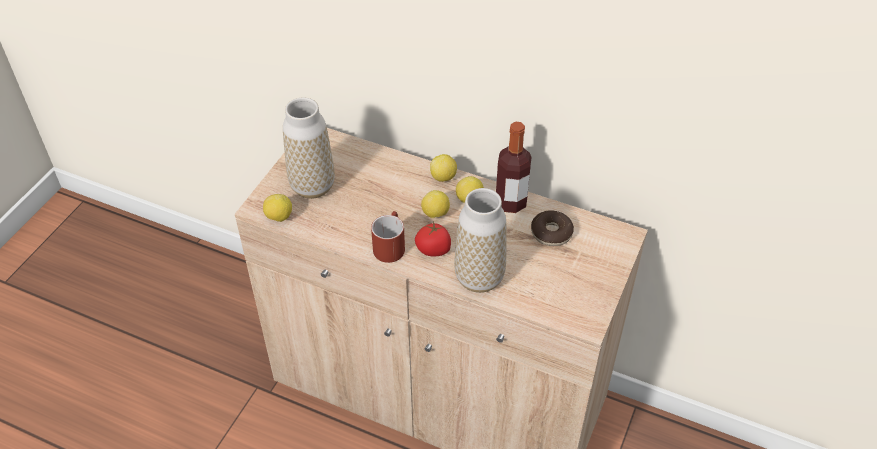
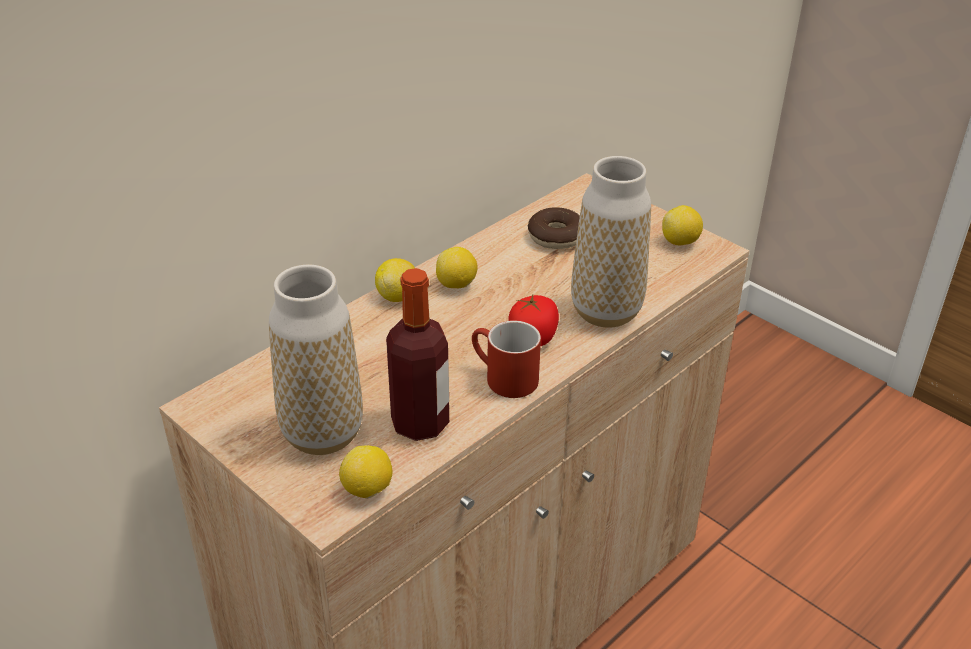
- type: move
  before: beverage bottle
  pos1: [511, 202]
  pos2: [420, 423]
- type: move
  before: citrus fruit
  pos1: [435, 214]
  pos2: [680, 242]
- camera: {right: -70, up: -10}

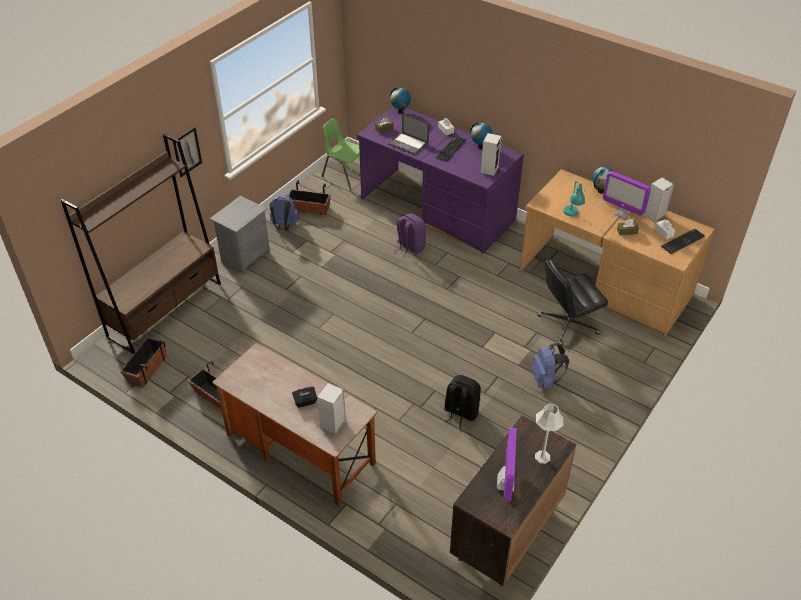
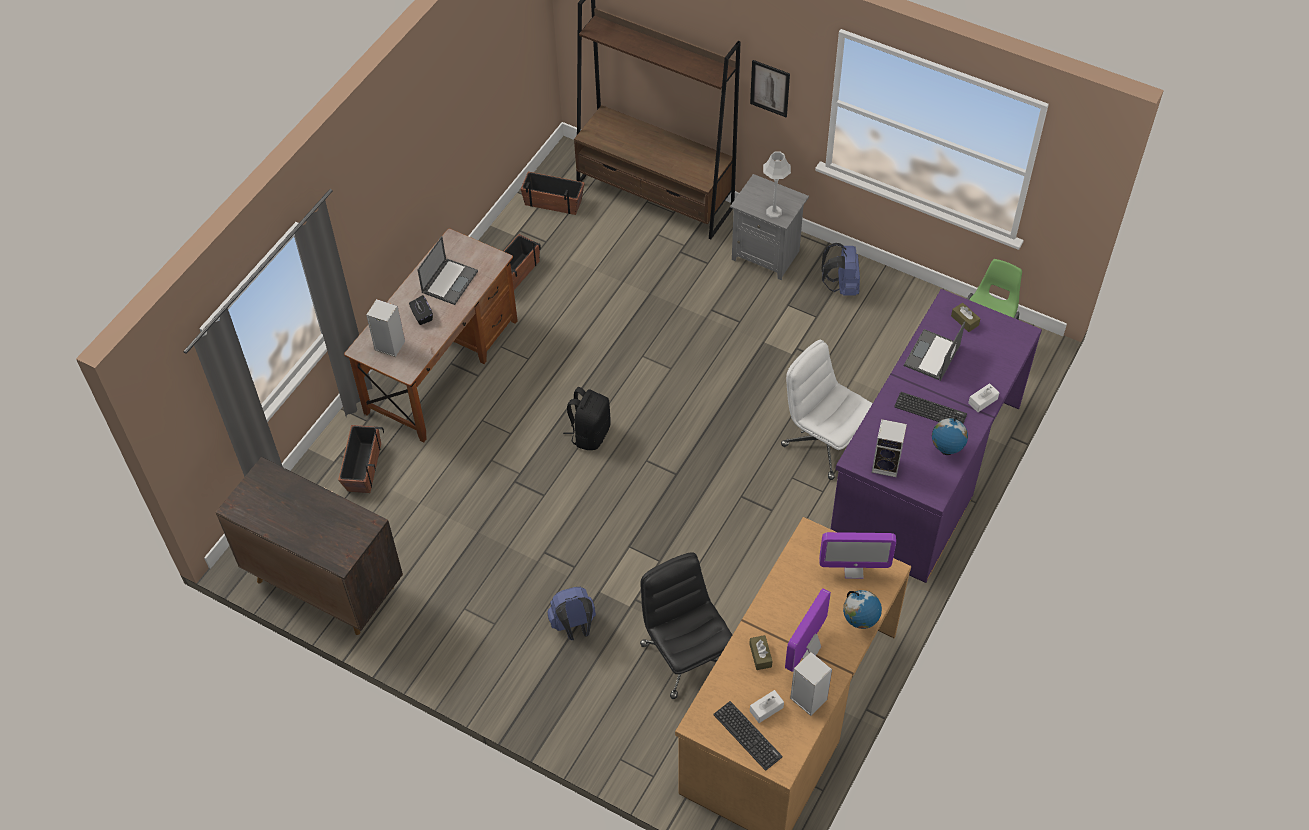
- type: move
  before: plant pot
  pos1: [309, 209]
  pos2: [363, 467]
- type: insert
  after: laptop
  pos2: [450, 281]
- type: move
  before: knapsack (blackish)
  pos1: [460, 412]
  pos2: [590, 434]
- type: move
  before: lamp for a table (greyish)
  pos1: [542, 457]
  pos2: [774, 212]
- type: replace
  before: knapsack (purple)
  after: desk chair (white-coloured)
  pos1: [410, 247]
  pos2: [825, 442]
- type: move
  before: computer display
  pos1: [505, 484]
  pos2: [853, 569]
- type: delete
  before: world globe
  pos1: [400, 111]
- type: delete
  before: lamp for a table (turquoise-coloured)
  pos1: [572, 215]
- camera: {right: 85, up: 10}

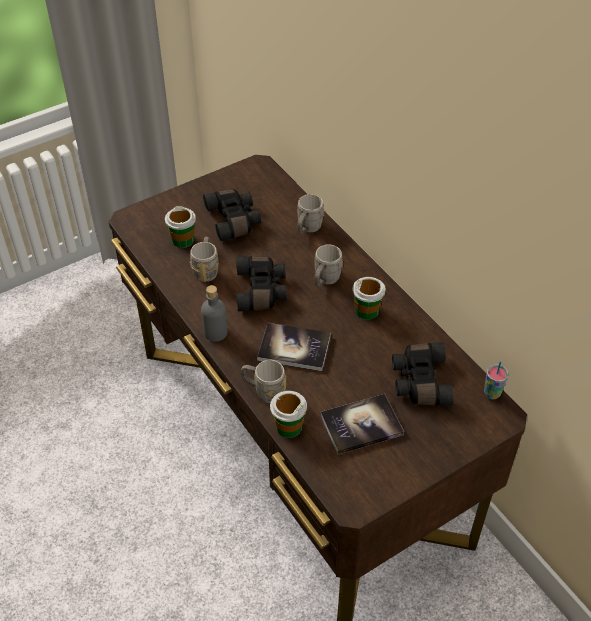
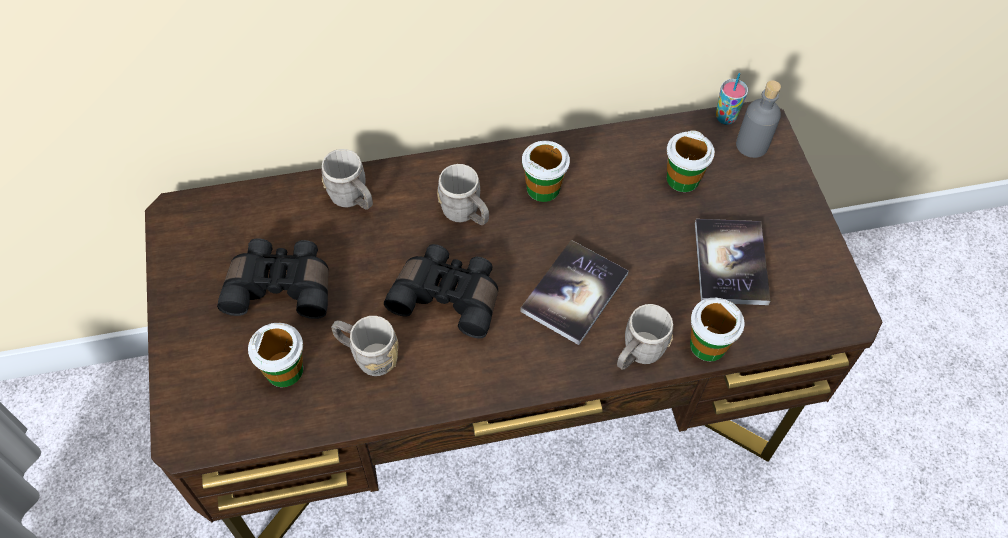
- type: replace
  before: binoculars (blackish)
  after: cup
  pos1: [419, 381]
  pos2: [682, 179]
- type: move
  before: beverage bottle (greyish)
  pos1: [215, 332]
  pos2: [752, 145]
- camera: {right: -70, up: 10}

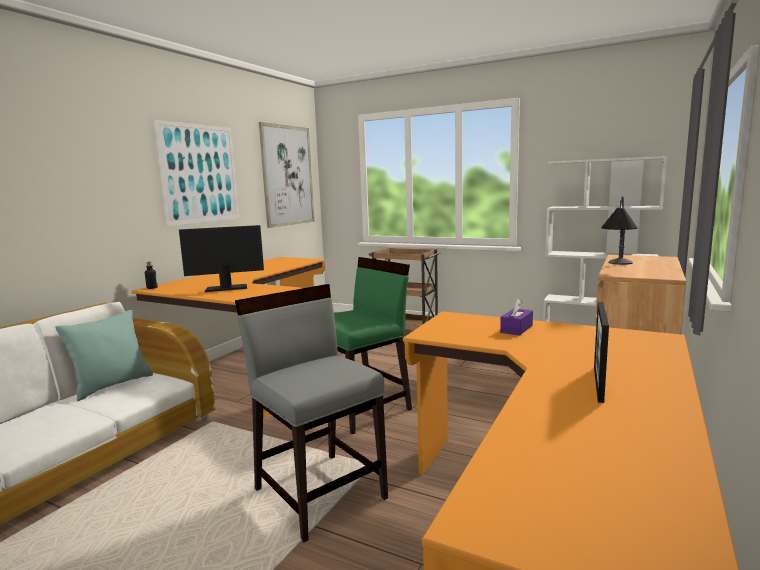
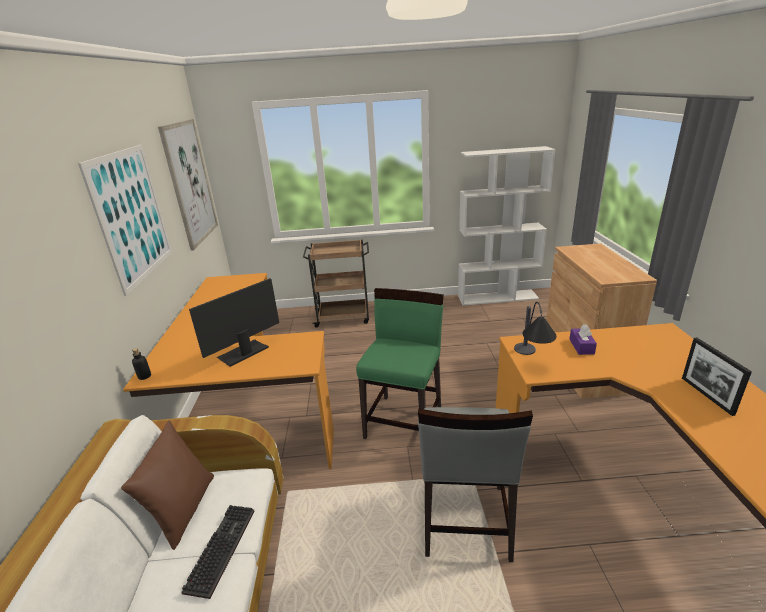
- type: recolor
  before: cushion (turquoise-coloured)
  after: cushion (brown-coloured)
  pos1: [112, 385]
  pos2: [183, 510]
- type: insert
  after: keyboard
  pos2: [220, 547]
- type: rotate
  before: plain chair (greyish)
  pos1: [320, 492]
  pos2: [464, 520]
  turn: -105
- type: move
  before: lamp for a table
  pos1: [618, 266]
  pos2: [531, 361]
- camera: {right: -30, up: 15}

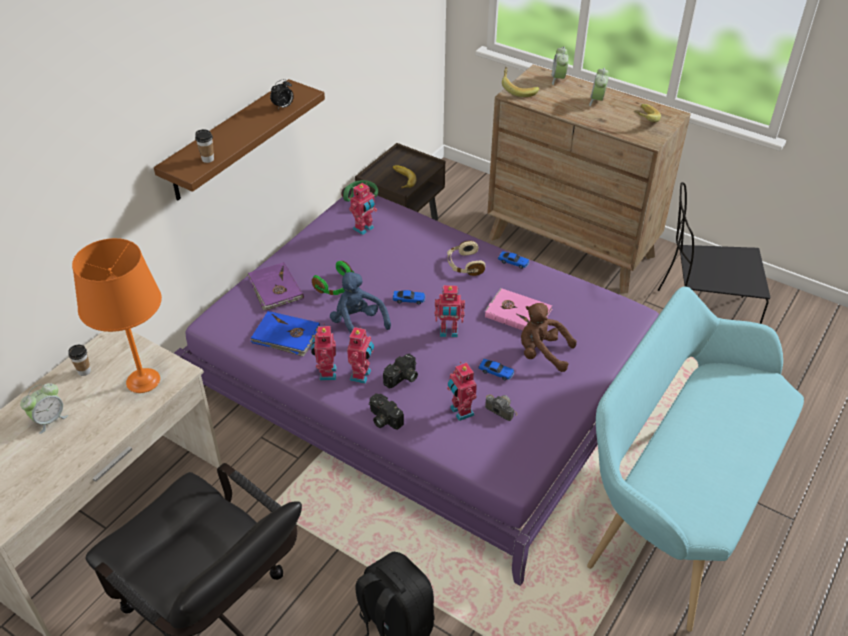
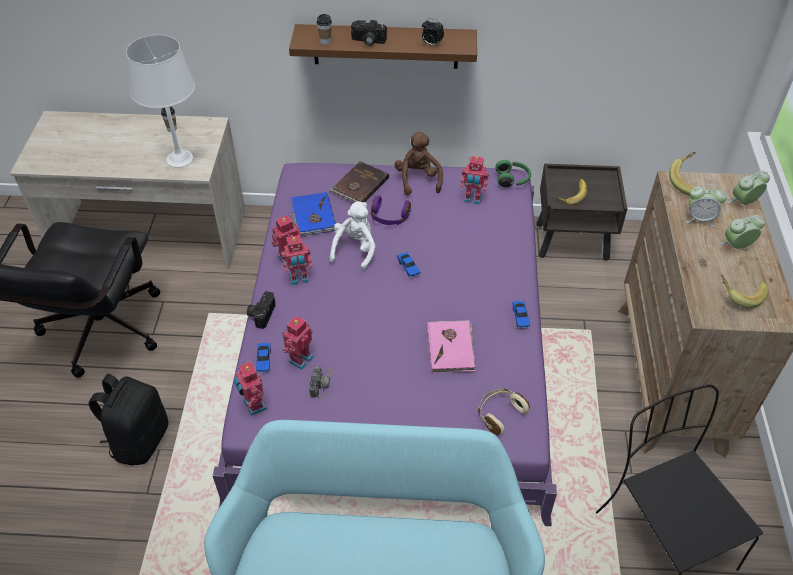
- type: recolor
  before: lamp for a table (orange)
  after: lamp for a table (white-coloured)
  pos1: [142, 380]
  pos2: [180, 158]
- type: move
  before: model robot
  pos1: [448, 332]
  pos2: [253, 406]
- type: move
  before: miniature car
  pos1: [496, 372]
  pos2: [264, 360]
- type: recolor
  before: book (purple)
  after: book (brown-coloured)
  pos1: [275, 289]
  pos2: [359, 185]
- type: recolor
  before: plush toy (blue)
  after: plush toy (white-coloured)
  pos1: [358, 324]
  pos2: [355, 250]
- type: move
  before: photo camera
  pos1: [402, 378]
  pos2: [367, 41]
- type: recolor
  before: headphones (green-coloured)
  after: headphones (purple)
  pos1: [337, 286]
  pos2: [389, 217]
- type: move
  before: plush toy (brown-coloured)
  pos1: [542, 353]
  pos2: [418, 179]
- type: move
  before: headphones (beige)
  pos1: [464, 265]
  pos2: [499, 413]
- type: move
  before: alarm clock
  pos1: [49, 420]
  pos2: [699, 219]
- camera: {right: 60, up: 5}

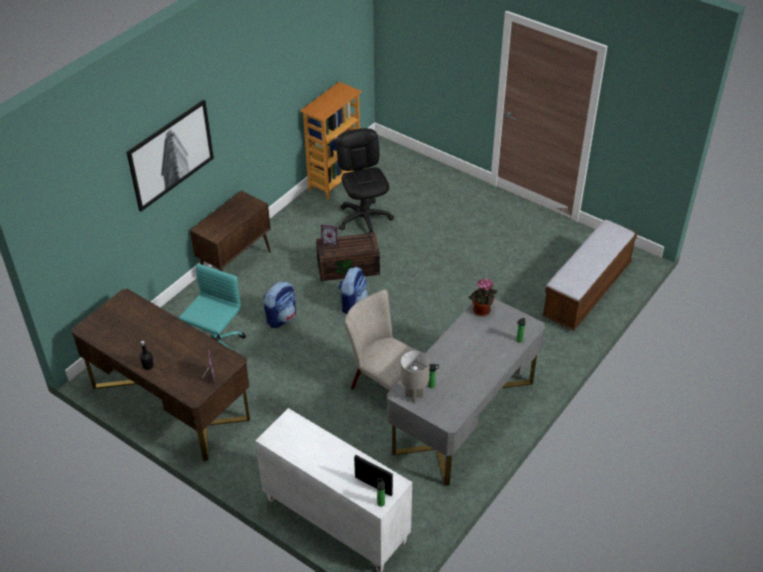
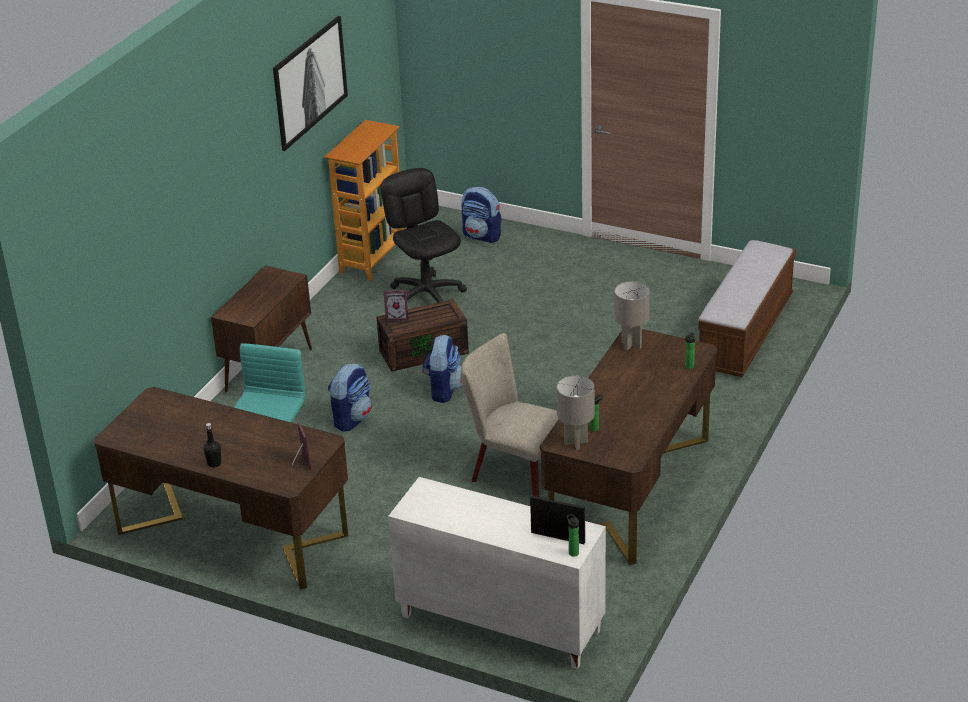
- type: move
  before: picture
  pos1: [171, 154]
  pos2: [310, 82]
- type: insert
  after: knapsack
  pos2: [482, 236]
- type: recolor
  before: desk unit (greyish)
  after: desk unit (brown-coloured)
  pos1: [464, 416]
  pos2: [630, 488]
- type: replace
  before: potted plant
  after: lamp for a table (greyish)
  pos1: [481, 312]
  pos2: [631, 345]
- camera: {right: -10, up: -10}

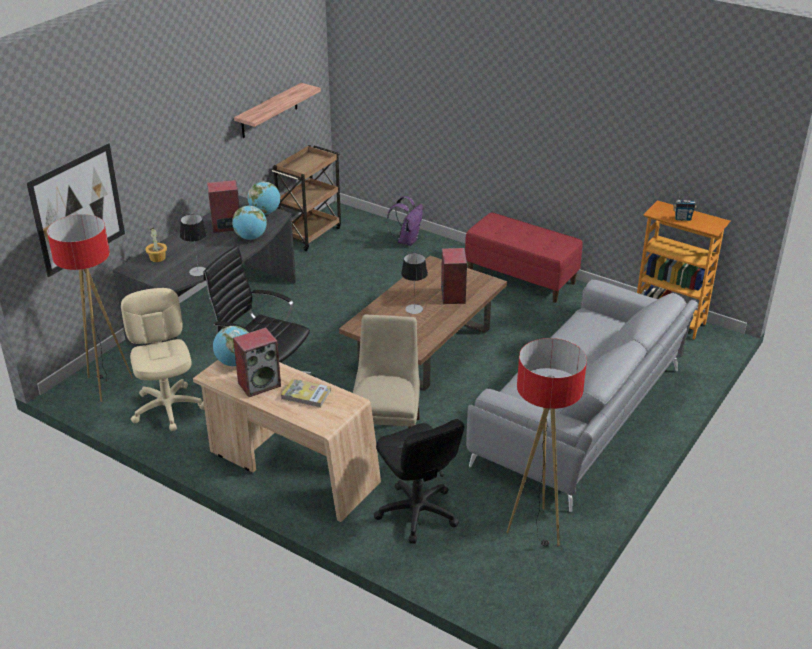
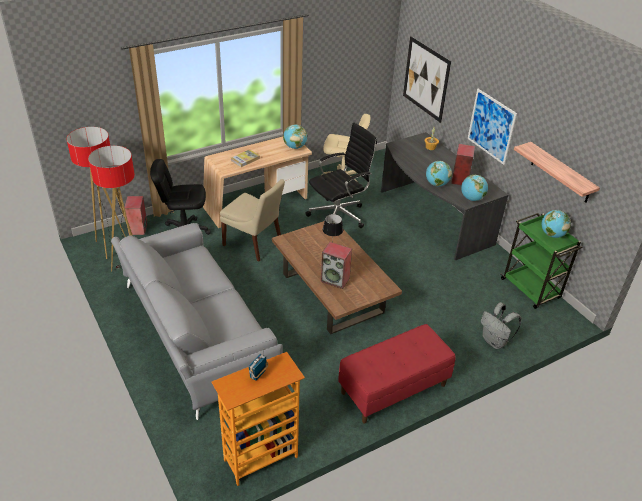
- type: move
  before: standing lamp
  pos1: [107, 385]
  pos2: [110, 247]
- type: move
  before: audio speaker
  pos1: [259, 384]
  pos2: [138, 228]
- type: insert
  after: picture
  pos2: [491, 126]
- type: recolor
  before: knapsack (purple)
  after: knapsack (greyish)
  pos1: [407, 240]
  pos2: [495, 341]
- type: recolor
  before: wheeled cart (brown-coloured)
  after: wheeled cart (green-coloured)
  pos1: [310, 233]
  pos2: [531, 289]
- type: insert
  after: world globe
  pos2: [552, 235]
- type: delete
  before: lamp for a table
  pos1: [198, 271]
- camera: {right: 115, up: 5}

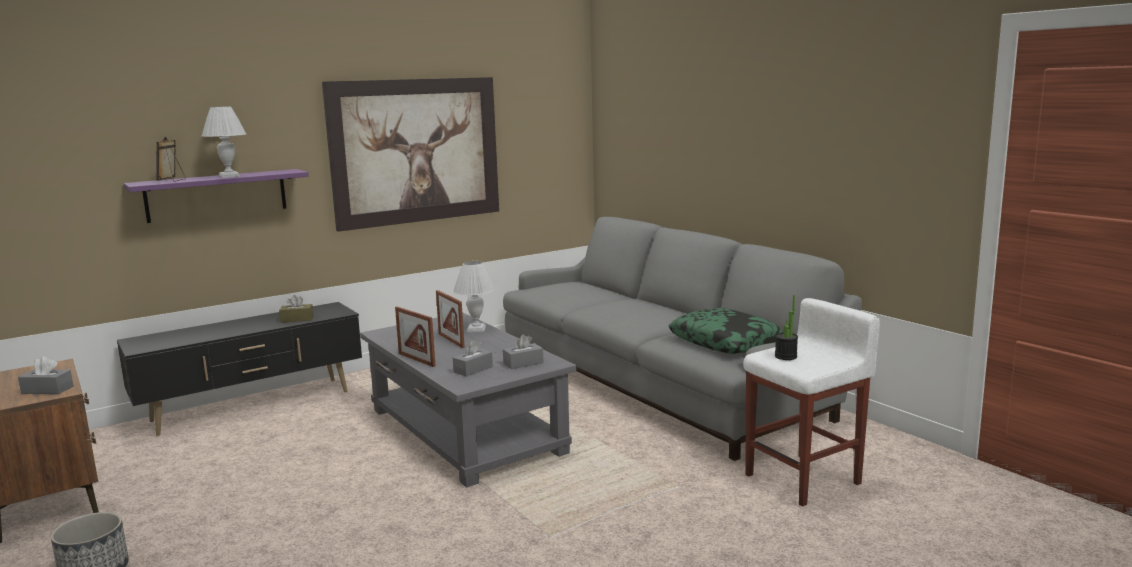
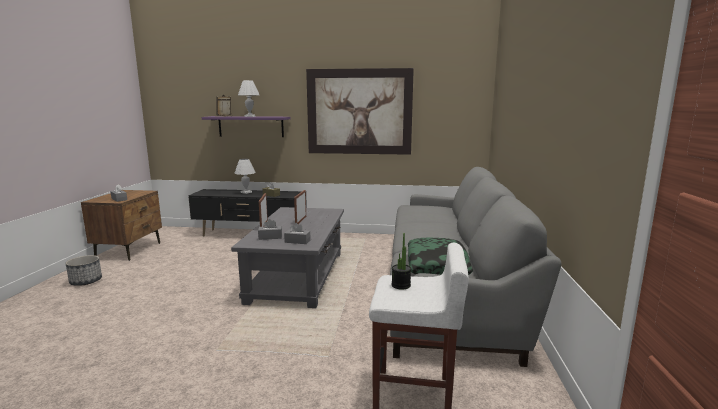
- type: move
  before: lamp for a table (white-coloured)
  pos1: [476, 329]
  pos2: [246, 192]
- camera: {right: 40, up: 0}

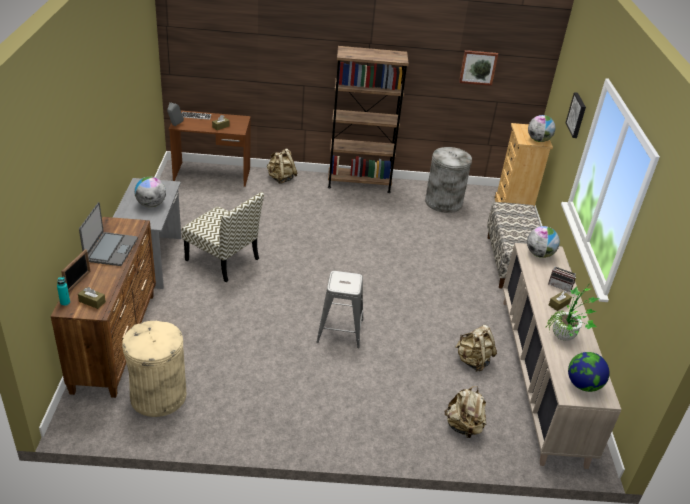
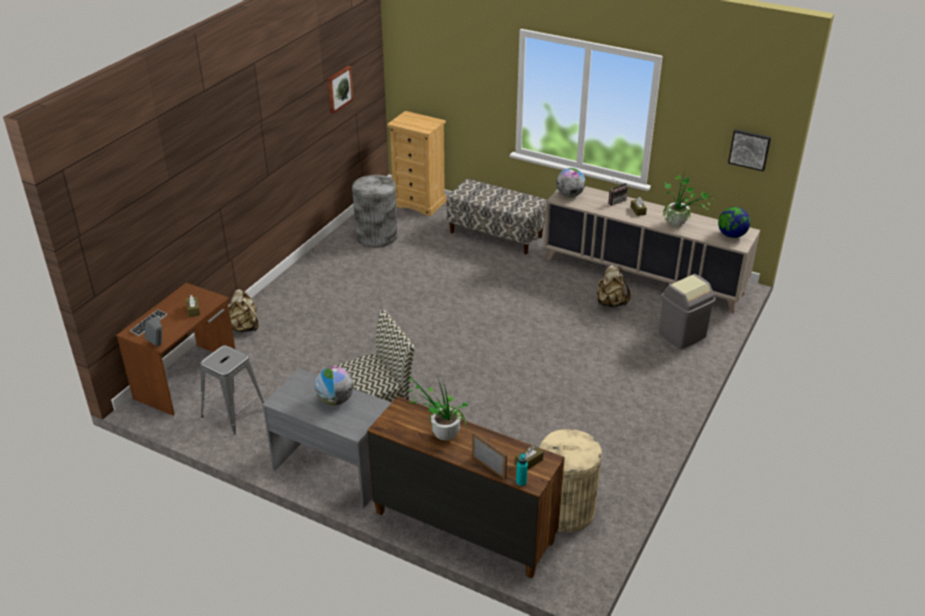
- type: move
  before: sitting stool (greyish)
  pos1: [340, 331]
  pos2: [234, 412]
- type: replace
  before: laptop
  after: potted plant
  pos1: [111, 250]
  pos2: [440, 434]
- type: replace
  before: knapsack (beige)
  after: rubbish bin (greyish)
  pos1: [463, 427]
  pos2: [681, 335]
- type: move
  before: picture
  pos1: [577, 115]
  pos2: [749, 149]
- type: delete
  before: bookshelf (brown-coloured)
  pos1: [359, 183]
- type: delete
  before: world globe
  pos1: [538, 140]
- camera: {right: -60, up: 0}

